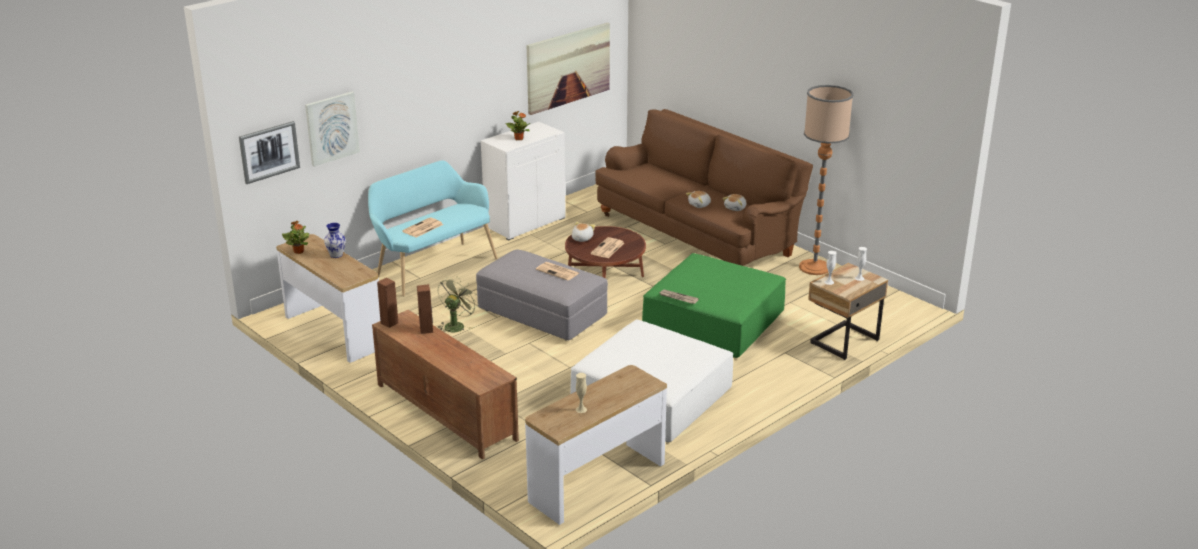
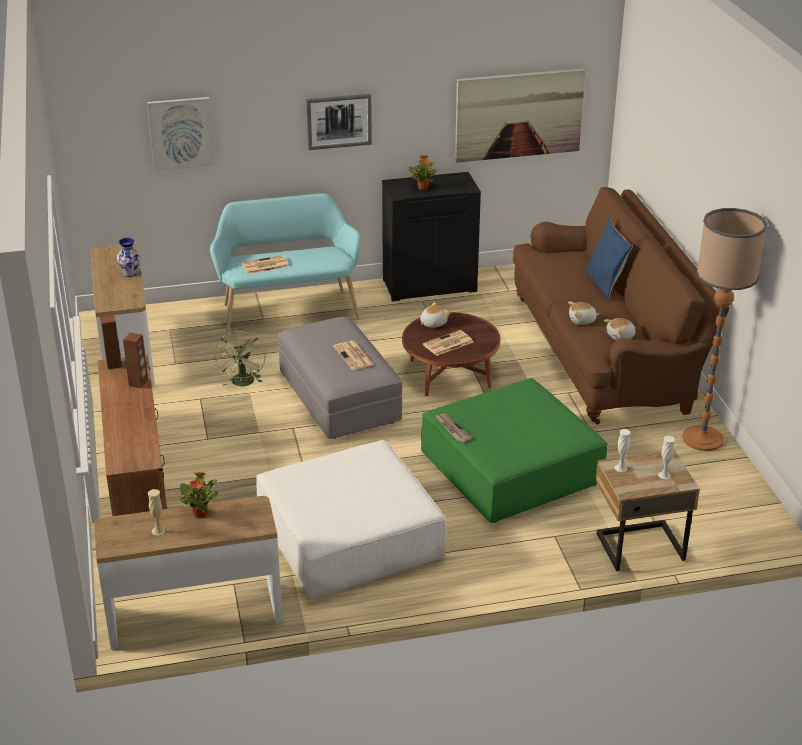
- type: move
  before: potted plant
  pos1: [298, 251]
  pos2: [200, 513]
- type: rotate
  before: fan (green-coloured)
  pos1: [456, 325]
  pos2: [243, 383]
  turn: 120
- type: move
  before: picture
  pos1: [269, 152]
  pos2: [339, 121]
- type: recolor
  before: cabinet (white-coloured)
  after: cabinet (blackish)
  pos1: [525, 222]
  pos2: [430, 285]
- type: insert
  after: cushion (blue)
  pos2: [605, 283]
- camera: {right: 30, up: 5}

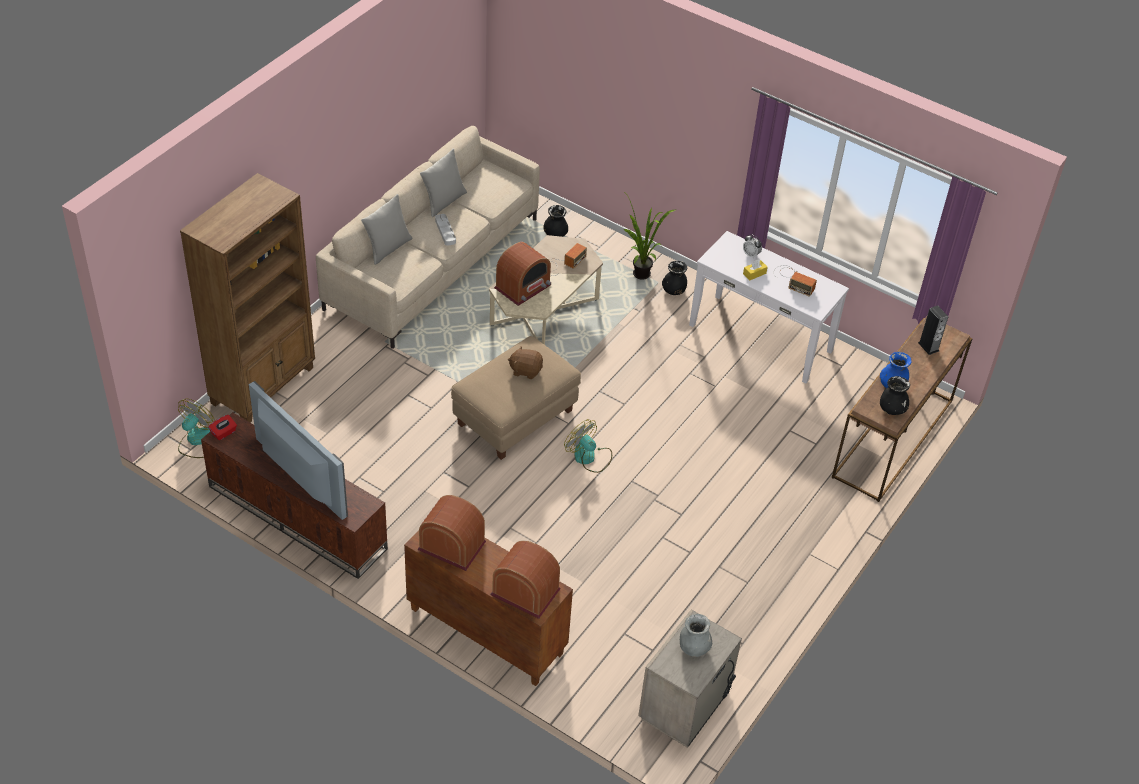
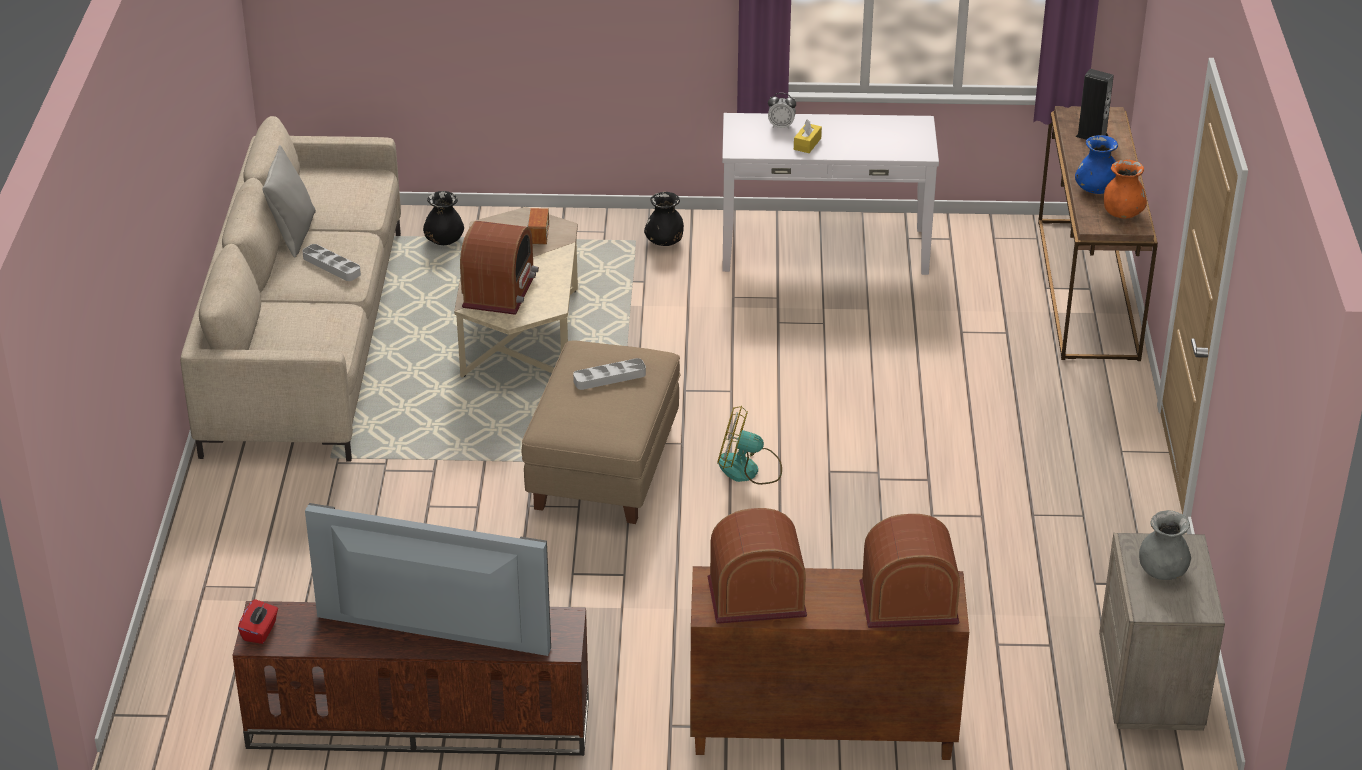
- type: replace
  before: plush toy (brown-coloured)
  after: carrying tray (greyish)
  pos1: [525, 370]
  pos2: [609, 377]
- type: recolor
  before: flower vase (blackish)
  after: flower vase (orange)
  pos1: [892, 409]
  pos2: [1122, 214]
- type: delete
  before: fan
  pos1: [197, 441]
- type: delete
  before: bookshelf (brown-coloured)
  pos1: [264, 385]
- type: delete
  before: cushion (greyish)
  pos1: [388, 248]
- type: delete
  before: potted plant
  pos1: [640, 277]
- type: delete
  before: radio set
  pos1: [793, 280]
- camera: {right: -30, up: -10}

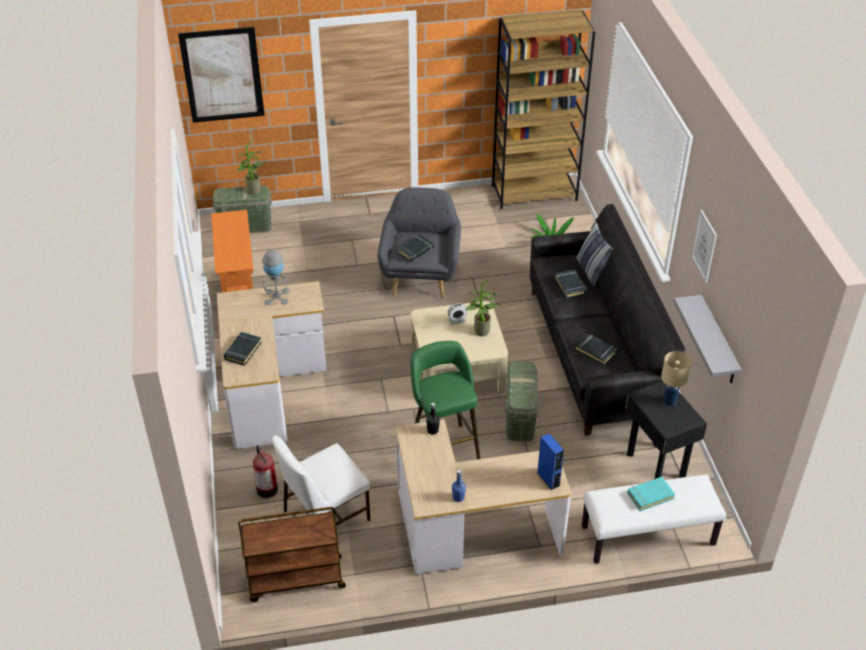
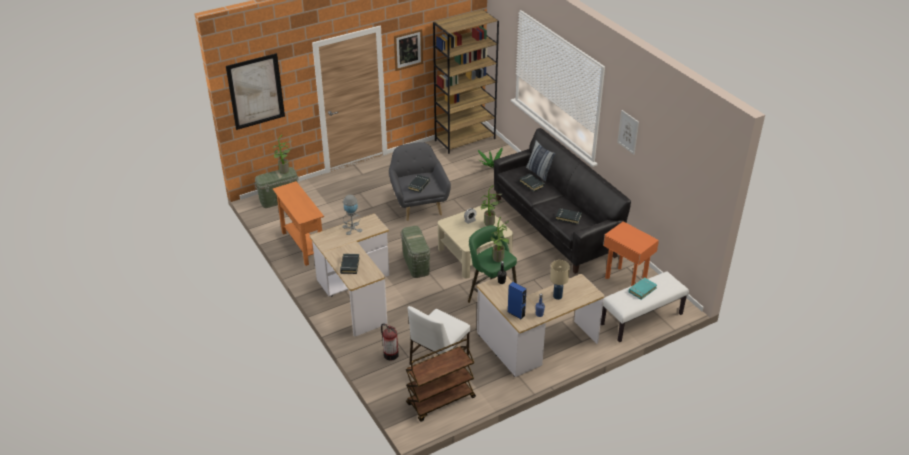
- type: insert
  after: picture
  pos2: [408, 49]
- type: move
  before: storage bin (green-coloured)
  pos1: [519, 418]
  pos2: [415, 264]
- type: insert
  after: potted plant
  pos2: [499, 259]
- type: move
  before: audio speaker (blue)
  pos1: [548, 479]
  pos2: [516, 313]
- type: move
  before: lamp for a table (beige)
  pos1: [669, 401]
  pos2: [557, 296]
- type: recolor
  before: accent table (blackish)
  after: accent table (orange)
  pos1: [655, 465]
  pos2: [625, 280]
- type: delete
  before: shelf (greyish)
  pos1: [718, 341]
- camera: {right: -20, up: -5}

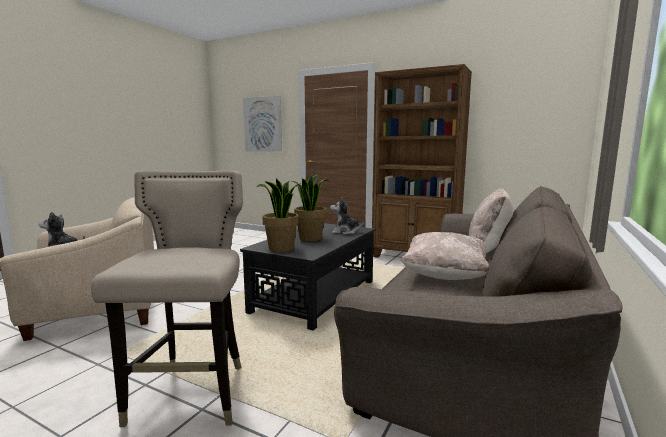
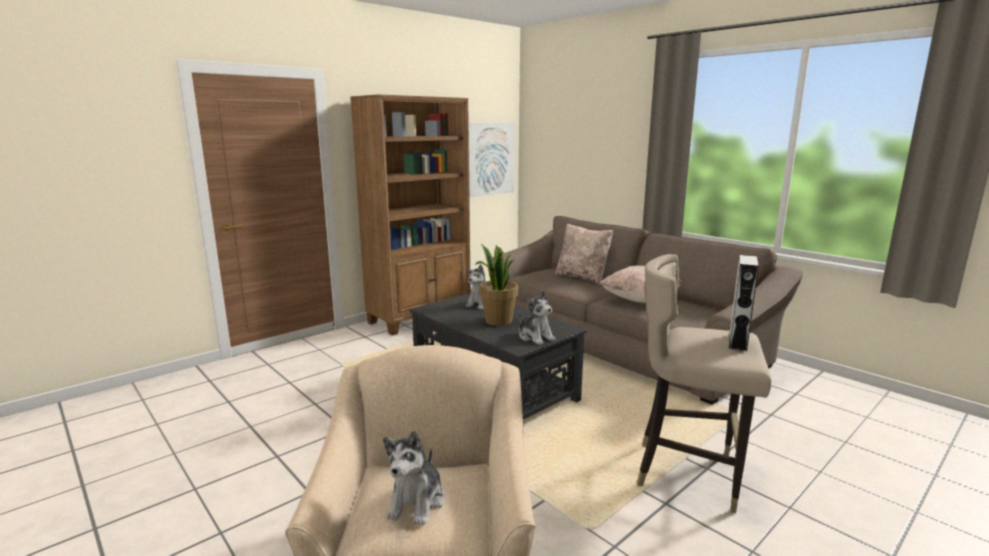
- type: move
  before: picture
  pos1: [262, 124]
  pos2: [490, 159]
- type: replace
  before: potted plant
  after: plush toy
  pos1: [281, 249]
  pos2: [535, 337]
- type: insert
  after: audio speaker (greyish)
  pos2: [737, 342]
- camera: {right: -70, up: 5}

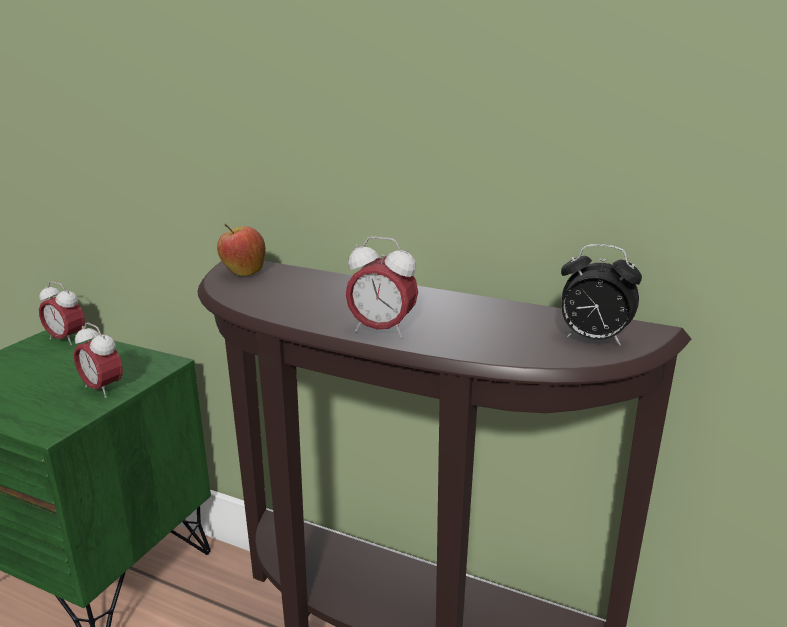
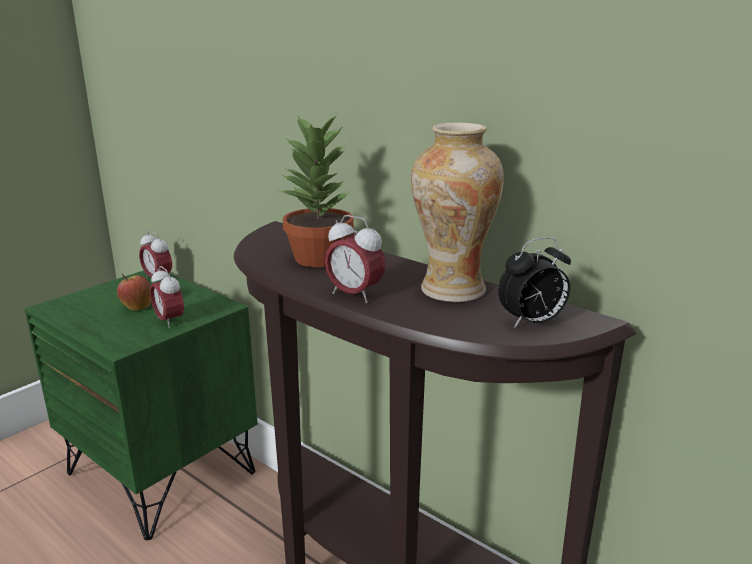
- type: move
  before: apple
  pos1: [243, 273]
  pos2: [136, 307]
- type: insert
  after: potted plant
  pos2: [320, 259]
- type: insert
  after: flower vase
  pos2: [452, 290]
- type: rotate
  before: alarm clock
  pos1: [592, 340]
  pos2: [531, 323]
  turn: -60
- camera: {right: 15, up: 0}

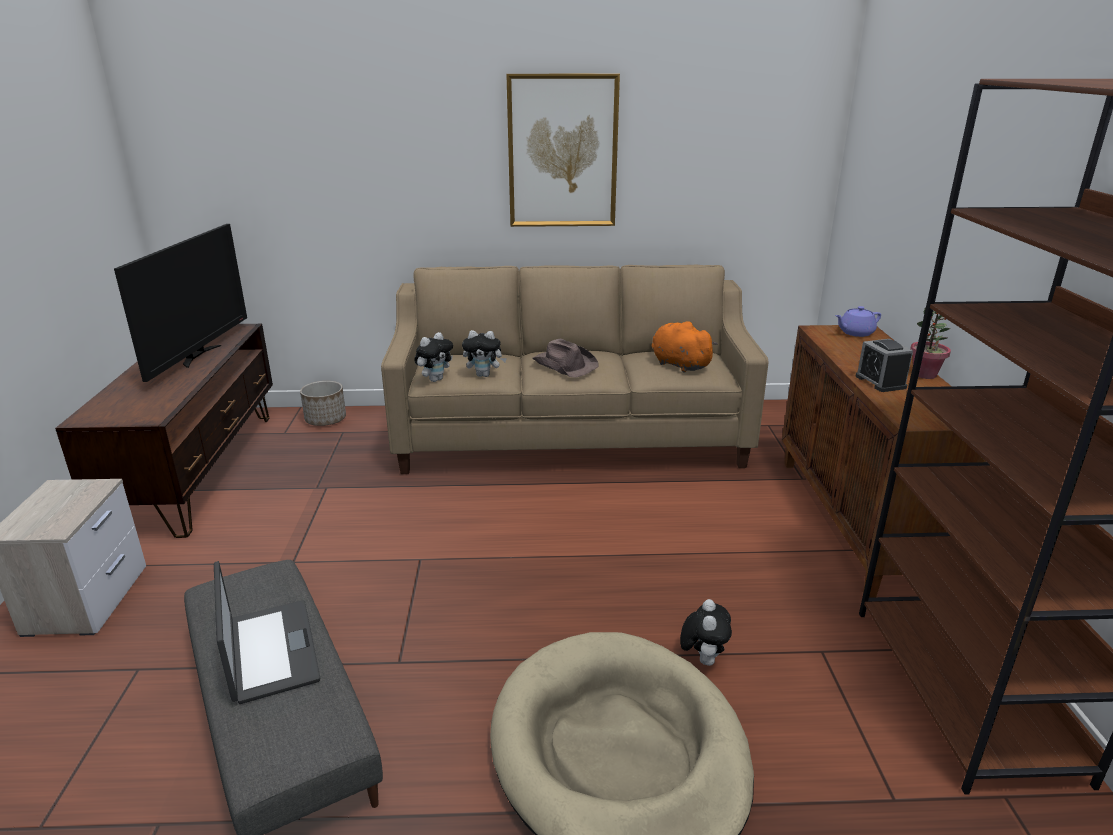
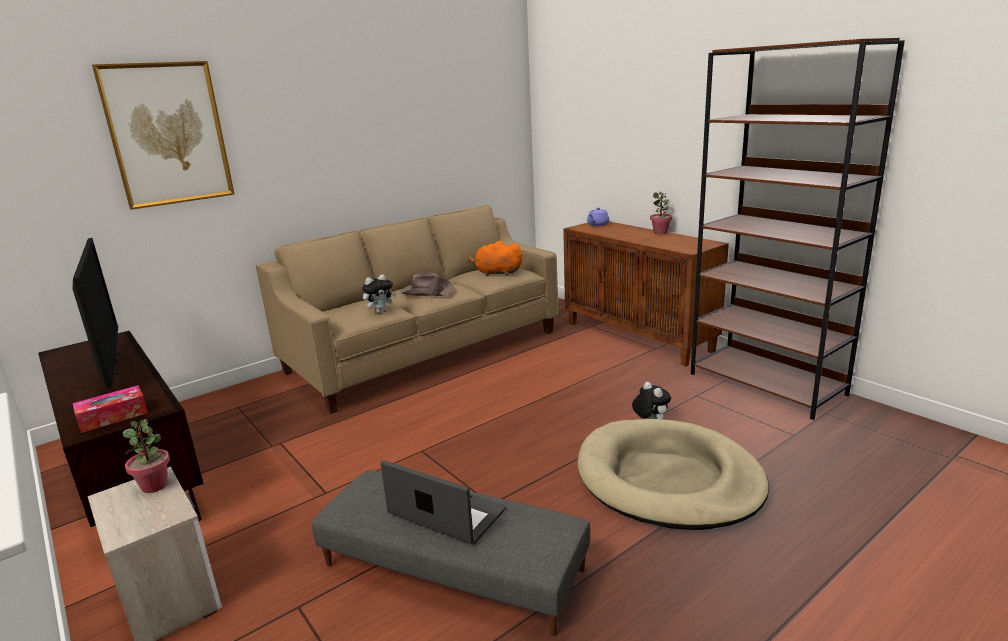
- type: insert
  after: tissue holder
  pos2: [113, 417]
- type: move
  before: picture
  pos1: [562, 152]
  pos2: [168, 134]
- type: insert
  after: potted plant
  pos2: [155, 486]
- type: delete
  before: plant pot
  pos1: [326, 419]
- type: delete
  before: plush toy
  pos1: [435, 379]
- type: delete
  before: alarm clock
  pos1: [880, 382]
- camera: {right: -35, up: -5}

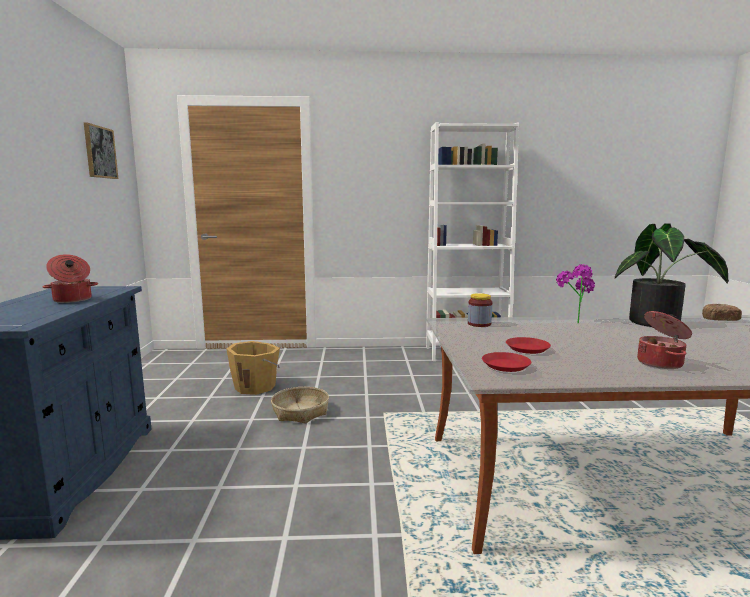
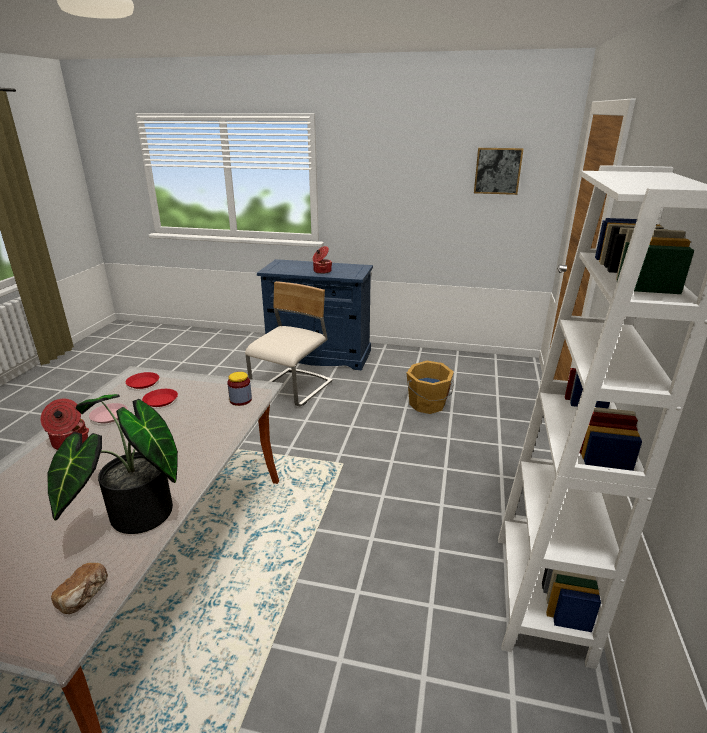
- type: insert
  after: flat dish (pink-coloured)
  pos2: [109, 416]
- type: insert
  after: plain chair (beige)
  pos2: [293, 389]
- type: delete
  before: storage basket
  pos1: [300, 412]
- type: delete
  before: potted plant
  pos1: [573, 321]
- camera: {right: 105, up: 15}

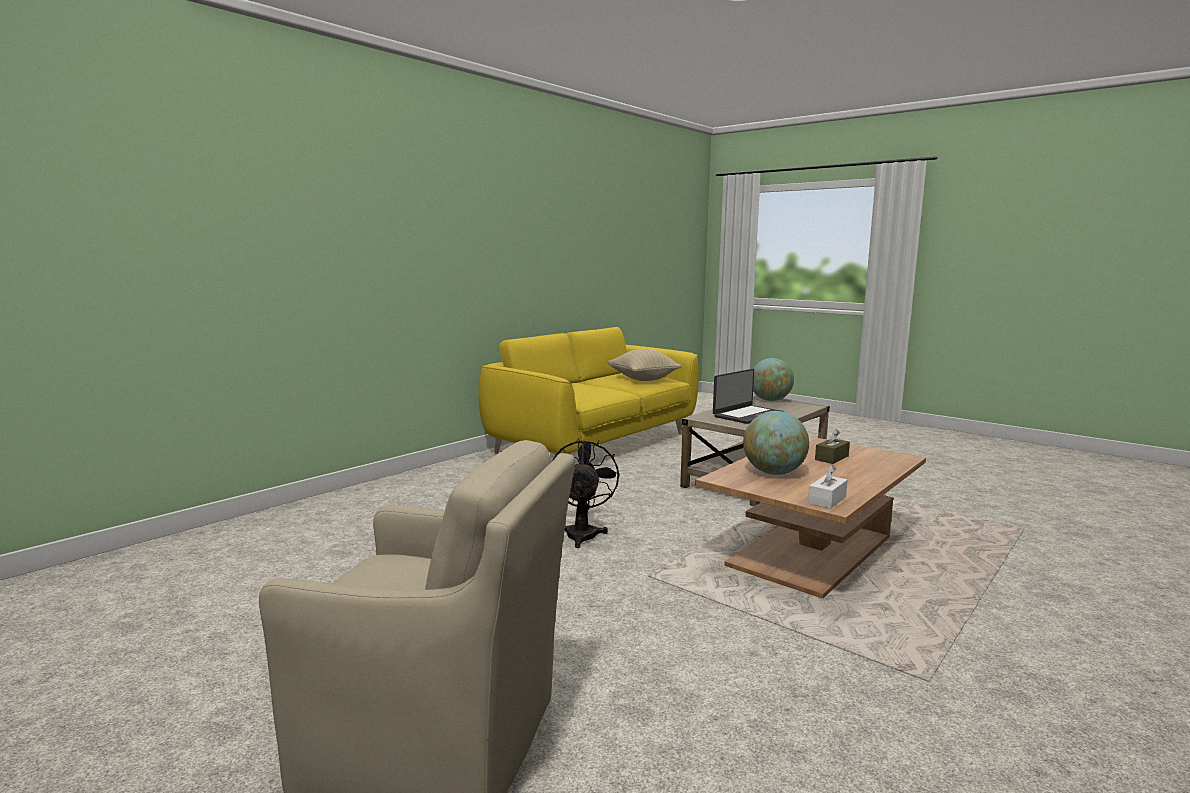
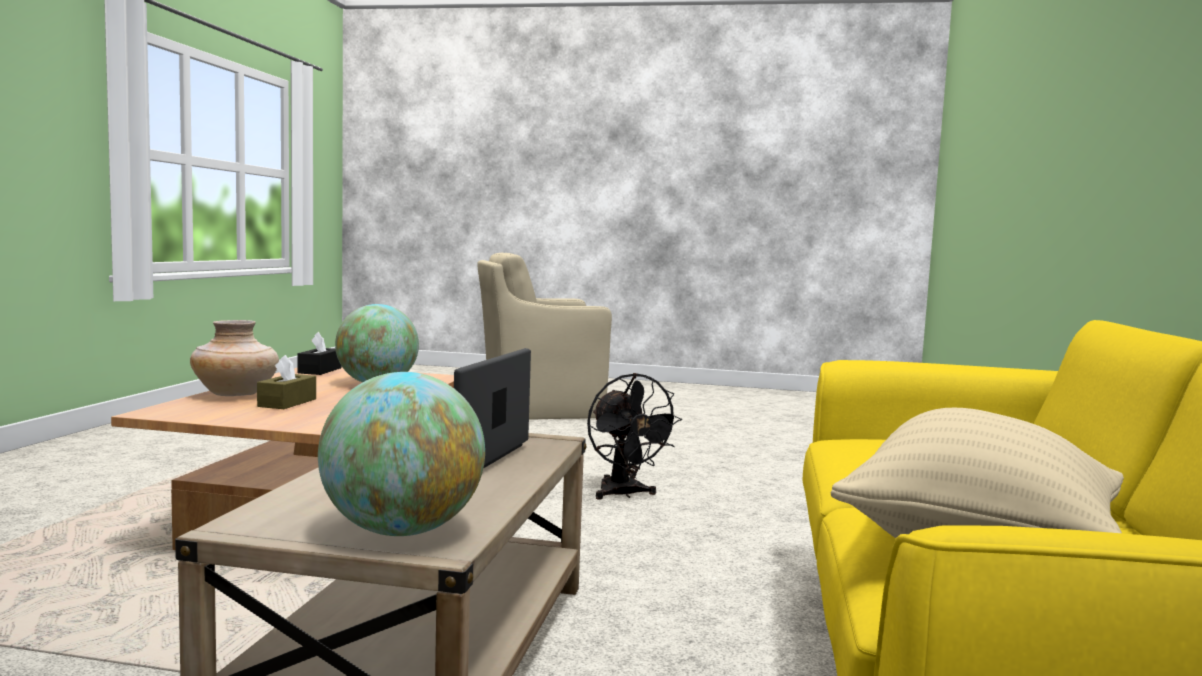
- type: insert
  after: flower vase (beige)
  pos2: [236, 395]
- type: recolor
  before: tissue holder (white-coloured)
  after: tissue holder (blackish)
  pos1: [827, 500]
  pos2: [320, 370]
- camera: {right: 150, up: -5}

